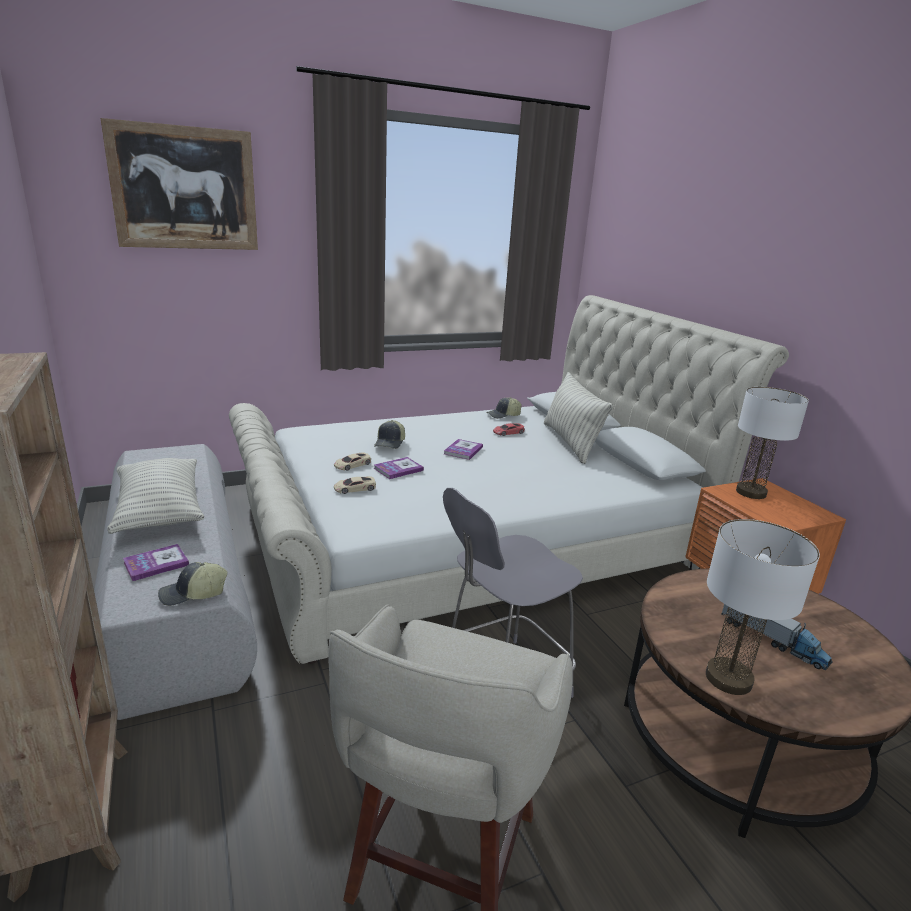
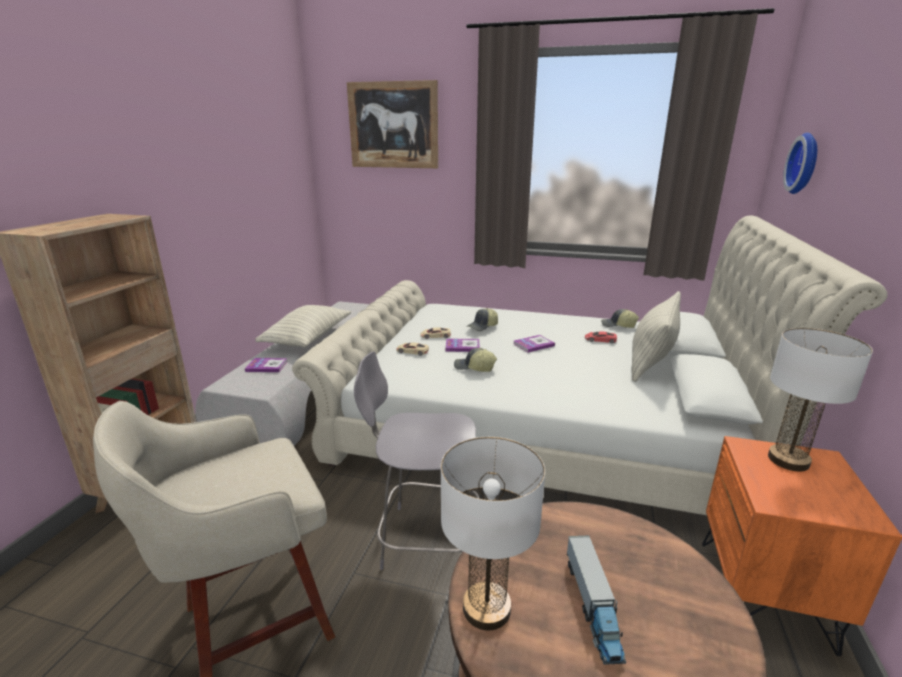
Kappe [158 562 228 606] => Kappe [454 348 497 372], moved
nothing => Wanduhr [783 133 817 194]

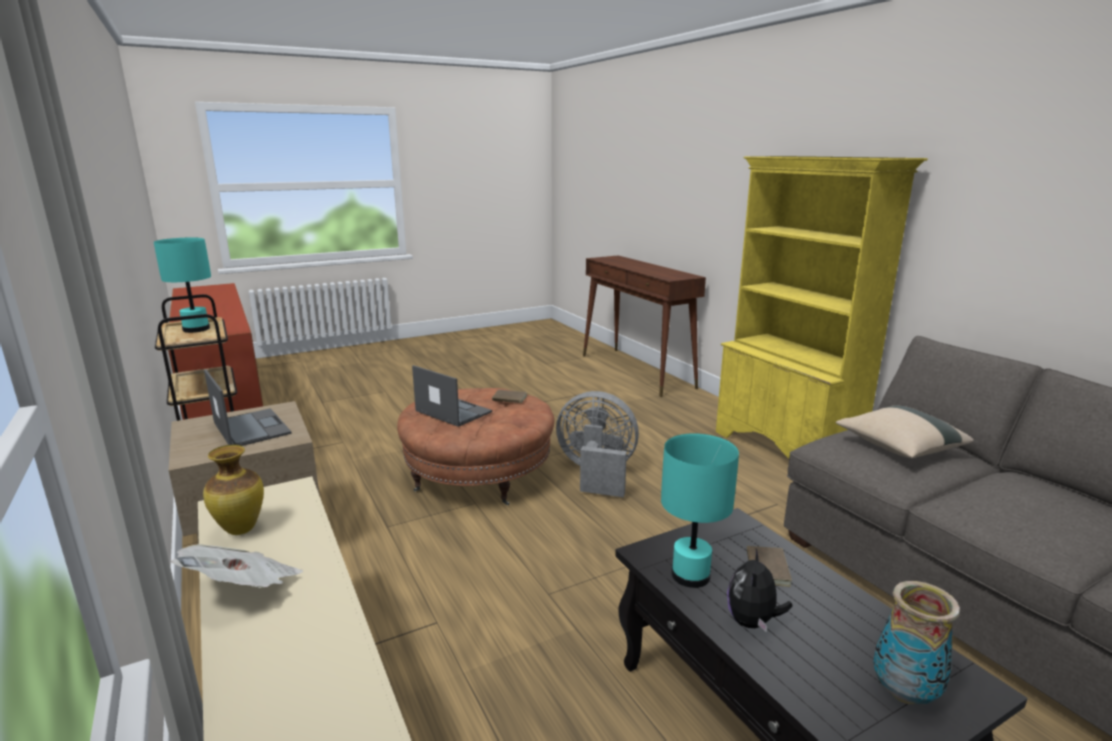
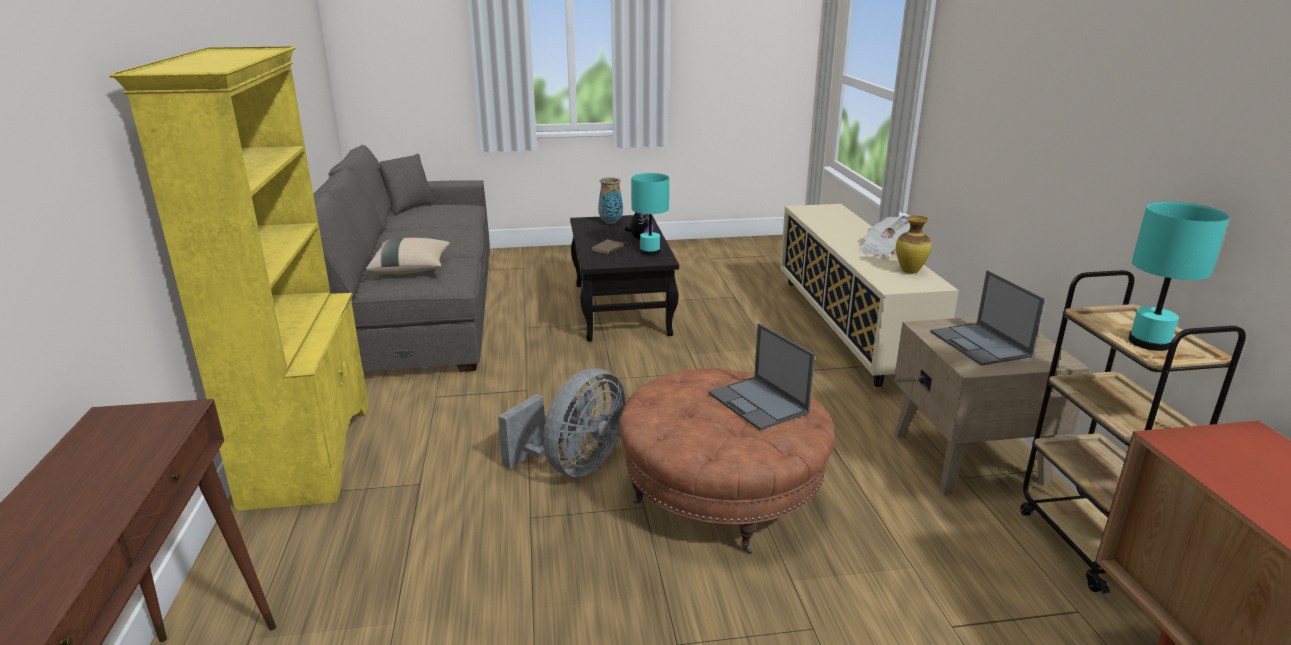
Buch [braun] [492 390 527 403] => nothing
Ventilator [grau] [556 391 639 497] => Ventilator [grau] [498 368 626 477], 90 degrees counterclockwise

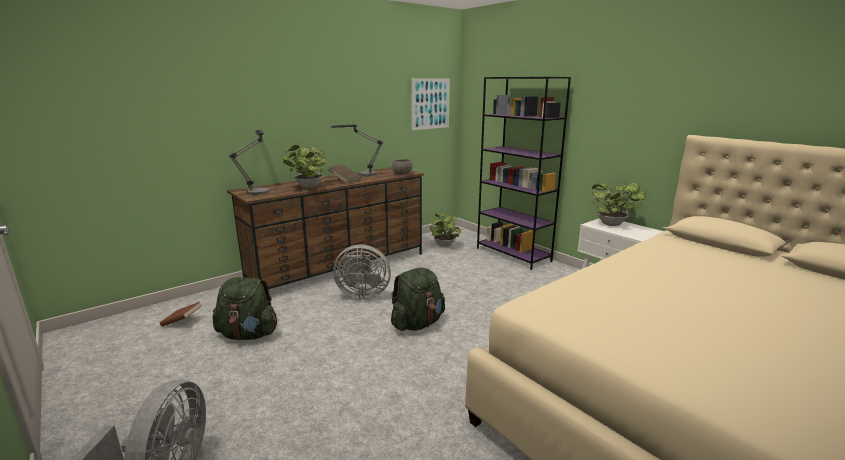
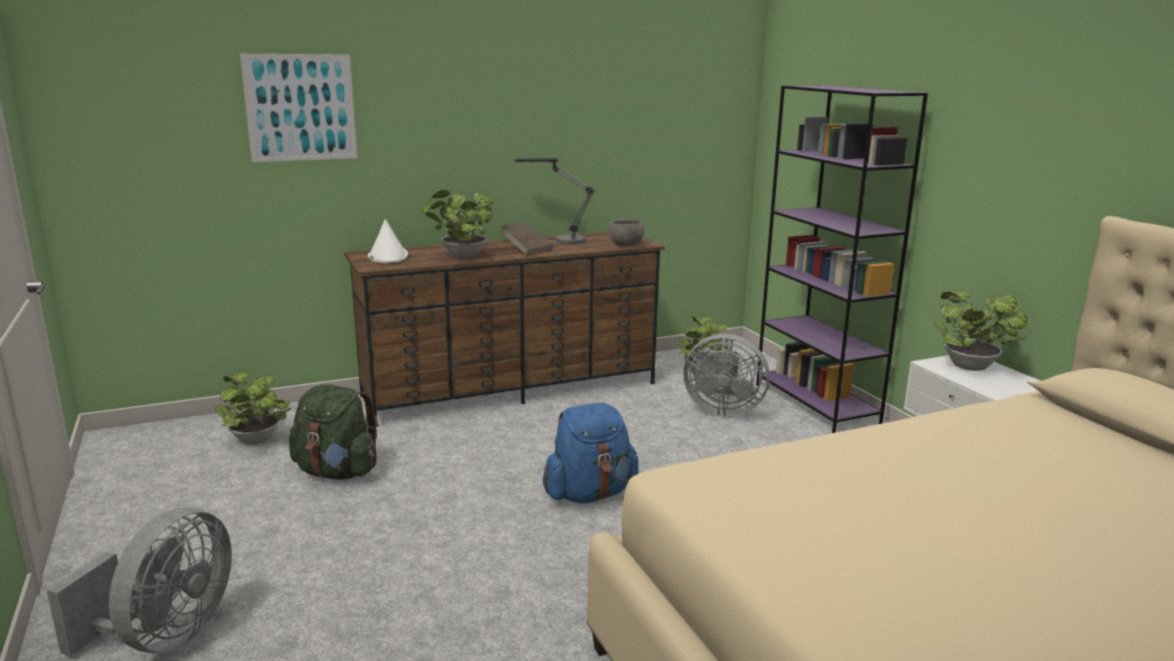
Bild [411 78 450 130] => Bild [240 54 357 162], moved
Tischlampe [229 130 269 195] => Hut [weiß] [368 219 408 263]
Ventilator [grau] [333 245 391 300] => Ventilator [grau] [683 334 770 417], moved
Rucksack [grün] [391 267 445 331] => Rucksack [blau] [543 403 639 503]
Buch [braun] [160 302 202 327] => Topfpflanze [215 371 291 444]

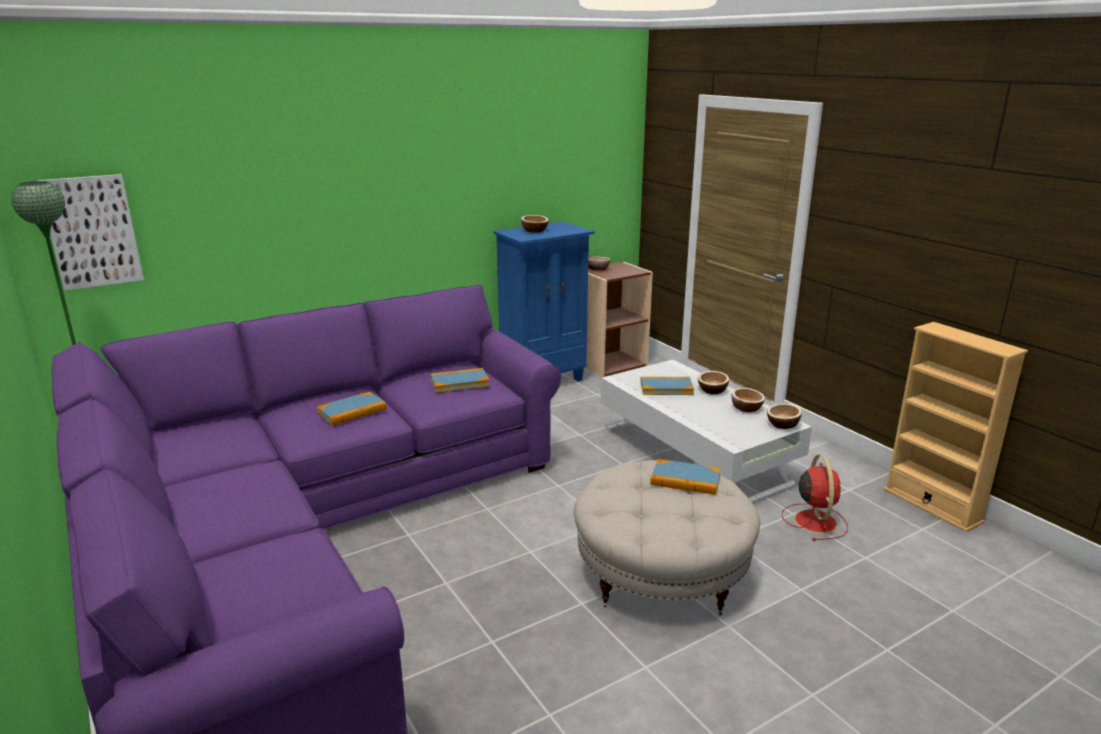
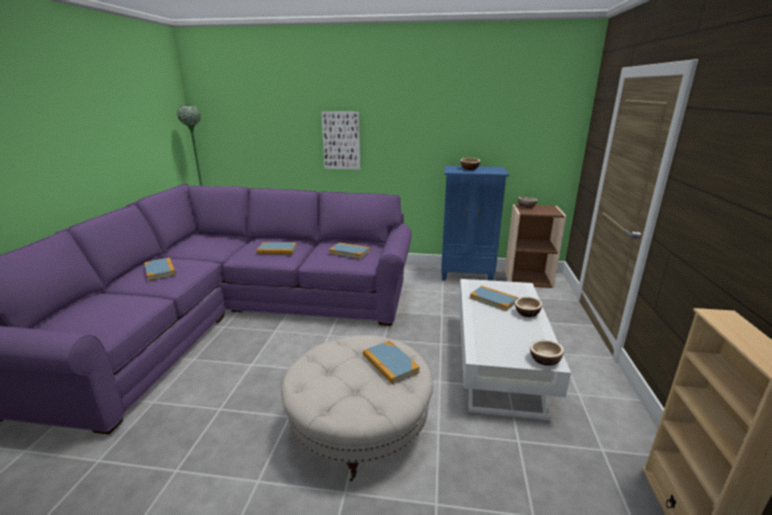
Bild [37 174 144 291] => Bild [321 111 360 170], moved
Schüssel [731 388 765 412] => nothing
Ventilator [rot] [782 455 848 541] => nothing
nothing => Buch [144 258 176 281]

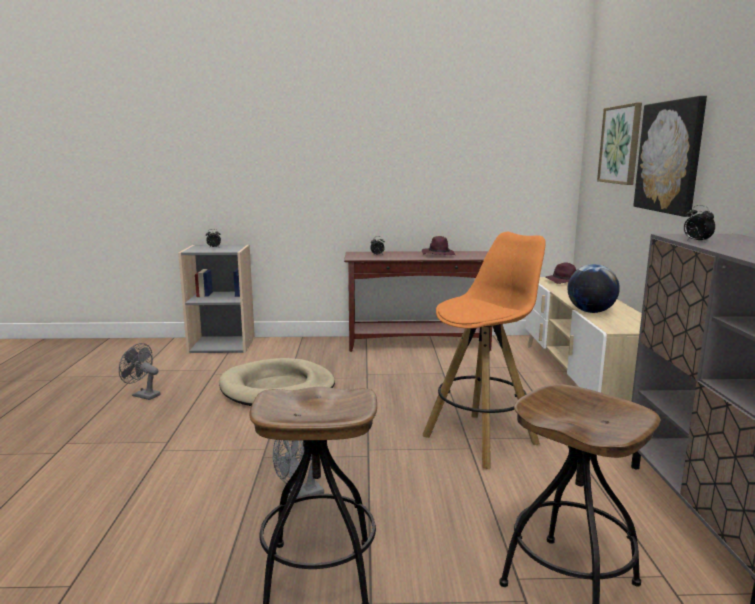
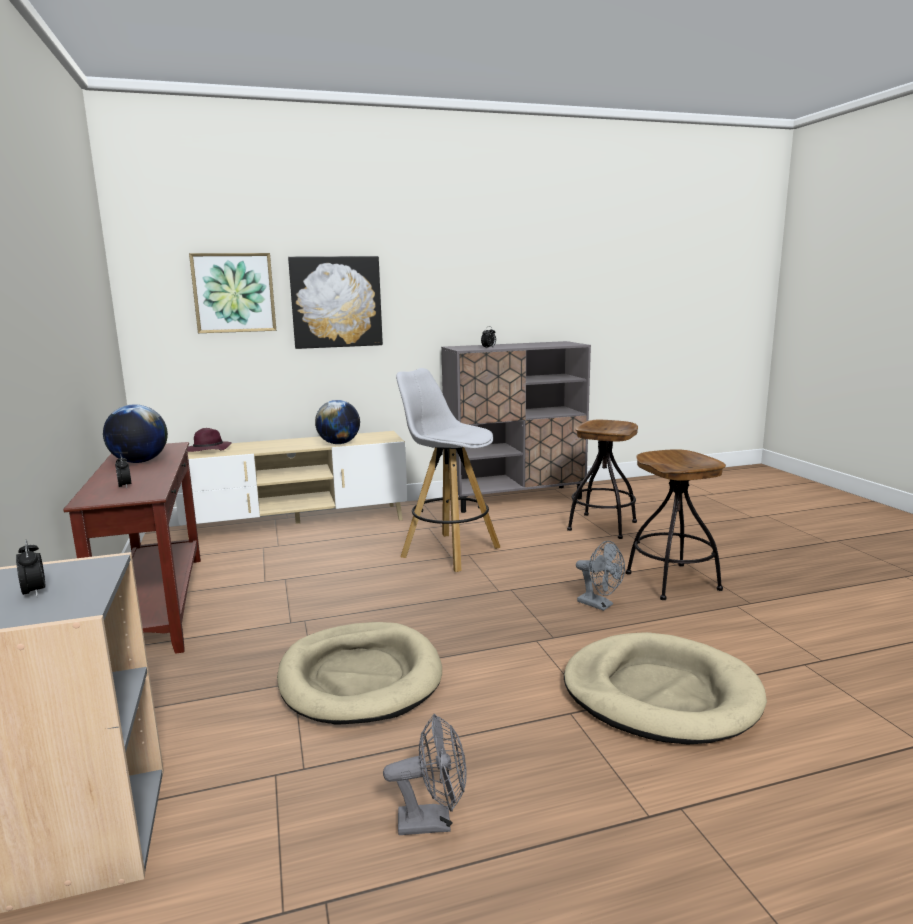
Hocker [orange] [422 232 546 469] => Hocker [weiß] [396 368 500 572]
Hut [lila] [422 236 455 255] => Globus [103 404 168 463]
Ventilator [grau] [119 343 161 400] => Ventilator [grau] [383 714 466 835], 105 degrees counterclockwise
nothing => Hundebett [beige] [564 632 767 744]

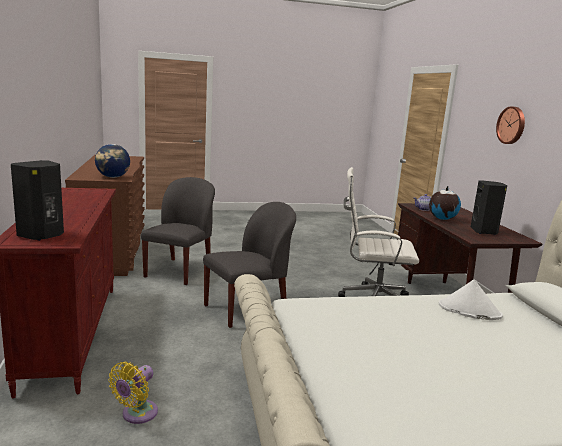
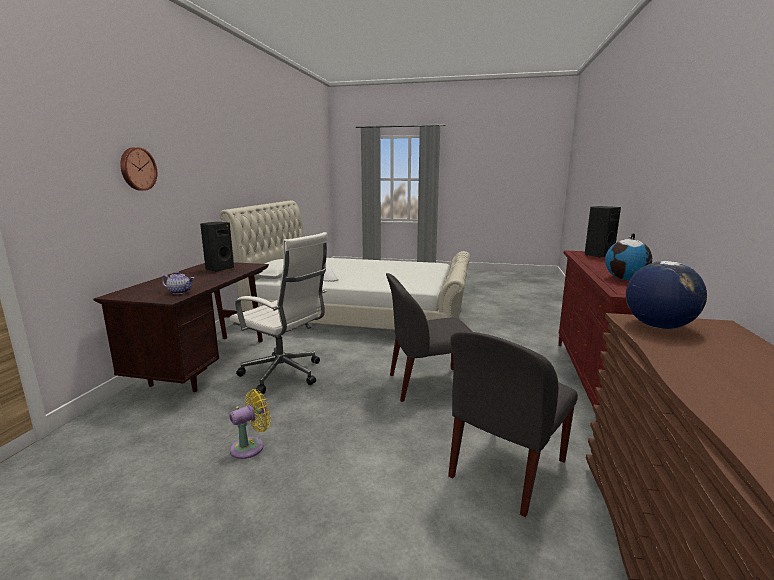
Globus [429 186 461 220] => Globus [605 233 652 280], moved
Ventilator [gelb] [108 362 158 424] => Ventilator [gelb] [230 389 271 459], moved

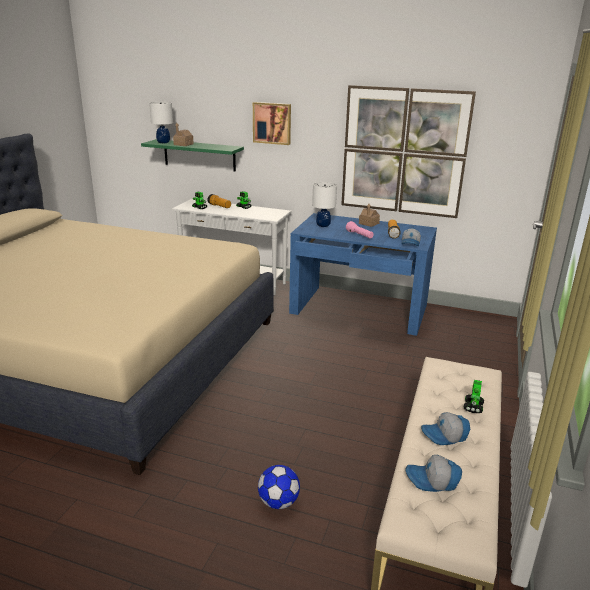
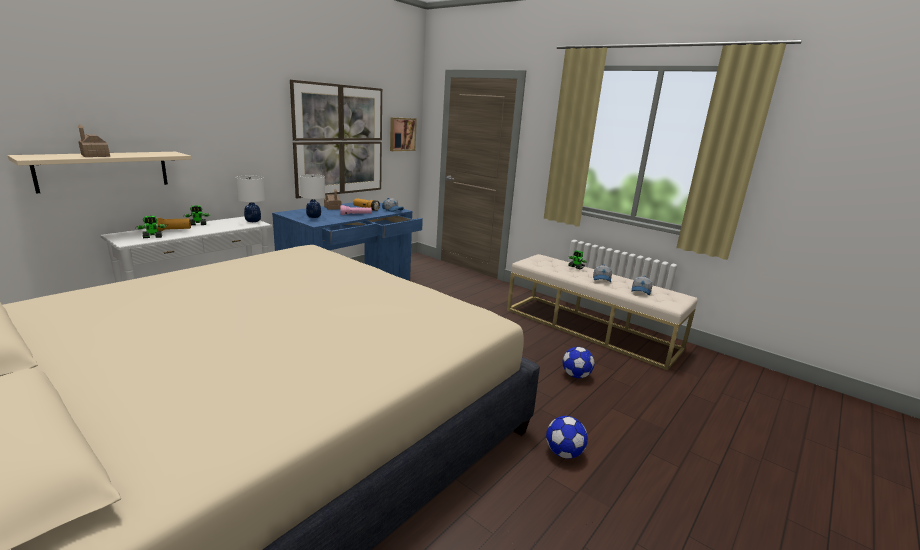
Tischlampe [weiß] [149 102 173 143] => Tischlampe [weiß] [236 176 265 222], moved
Bild [253 102 291 145] => Bild [390 117 417 151], moved
Wandregal [grün] [141 139 244 172] => Wandregal [beige] [8 152 191 193]
nothing => Fußball [546 416 588 459]

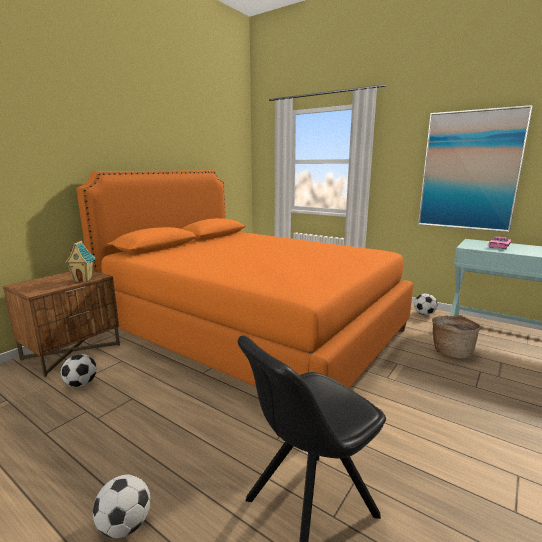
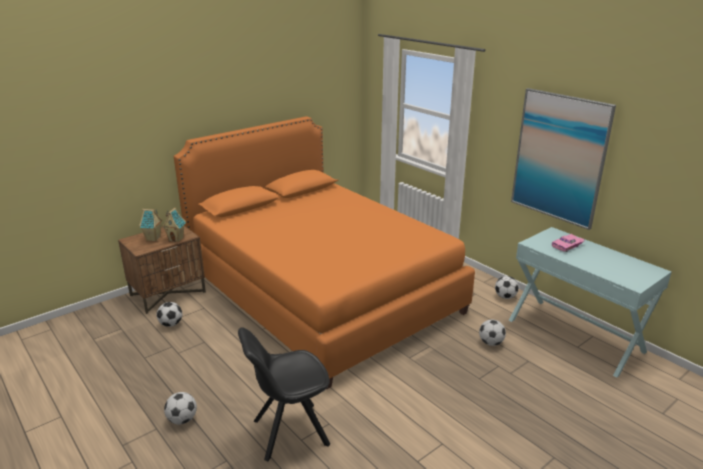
Korb [432 315 481 359] => Fußball [479 319 506 346]
nothing => Spielzeughaus [139 209 163 241]

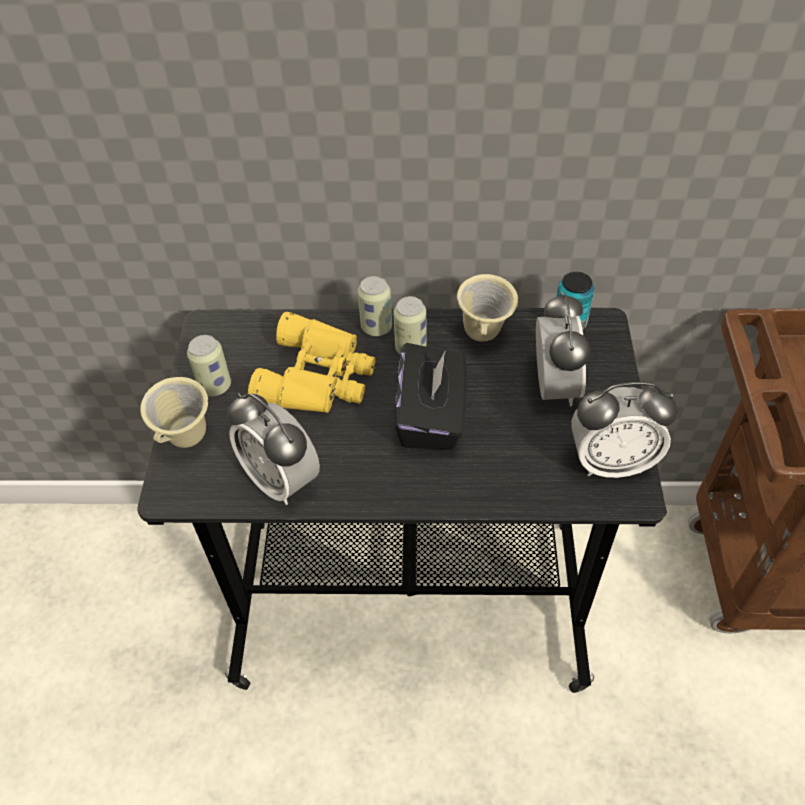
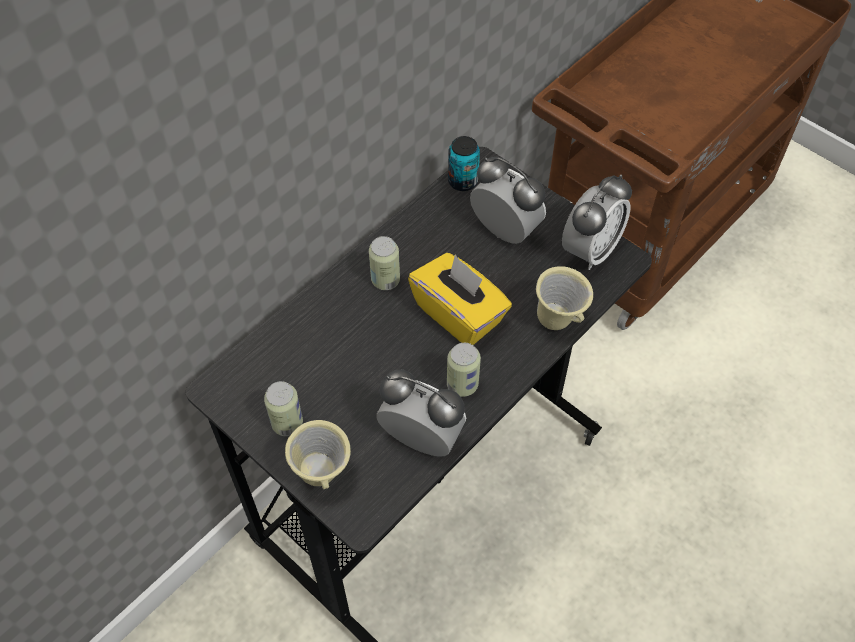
Henkelbecher [beige] [457 274 518 342] => Henkelbecher [beige] [536 266 593 330], moved
Dose [358 276 392 336] => Dose [447 343 481 397], moved
Fernglas [gelb] [248 312 376 413] => nothing
Taschentuchbox [schwarz] [395 343 467 450] => Taschentuchbox [gelb] [408 253 512 345]
Wecker [227 393 320 505] => Wecker [376 369 466 457], 150 degrees counterclockwise

